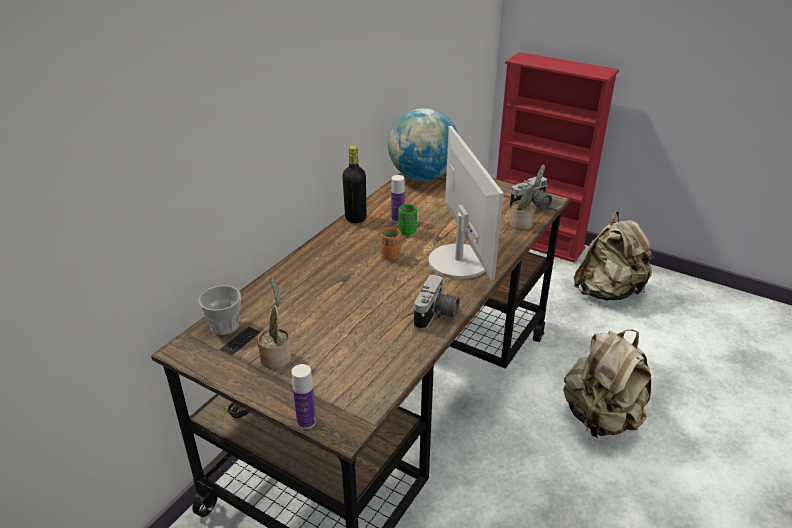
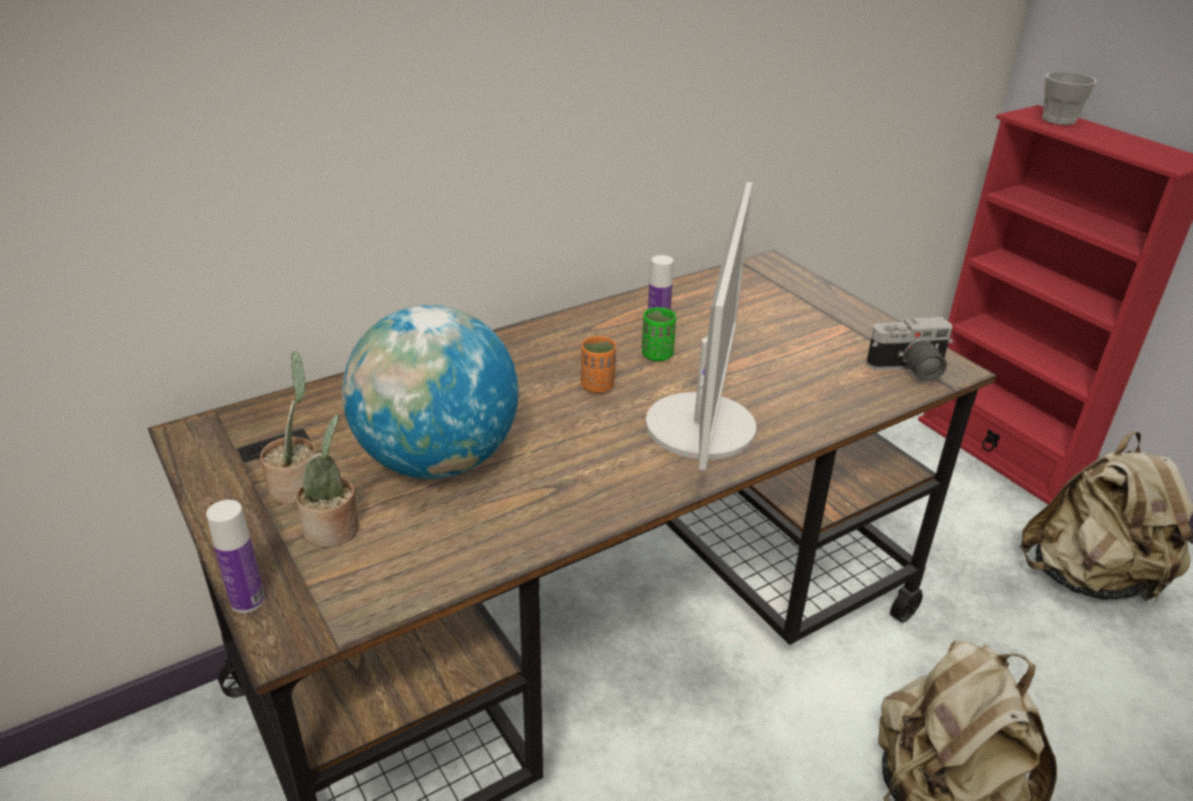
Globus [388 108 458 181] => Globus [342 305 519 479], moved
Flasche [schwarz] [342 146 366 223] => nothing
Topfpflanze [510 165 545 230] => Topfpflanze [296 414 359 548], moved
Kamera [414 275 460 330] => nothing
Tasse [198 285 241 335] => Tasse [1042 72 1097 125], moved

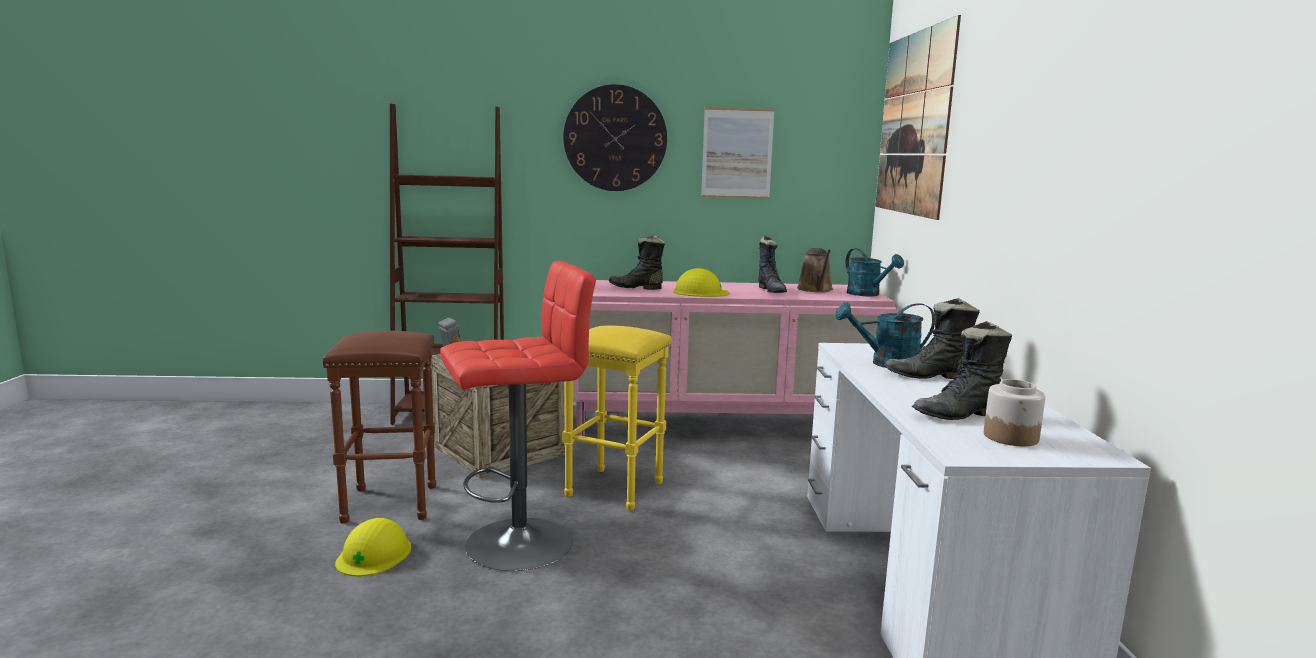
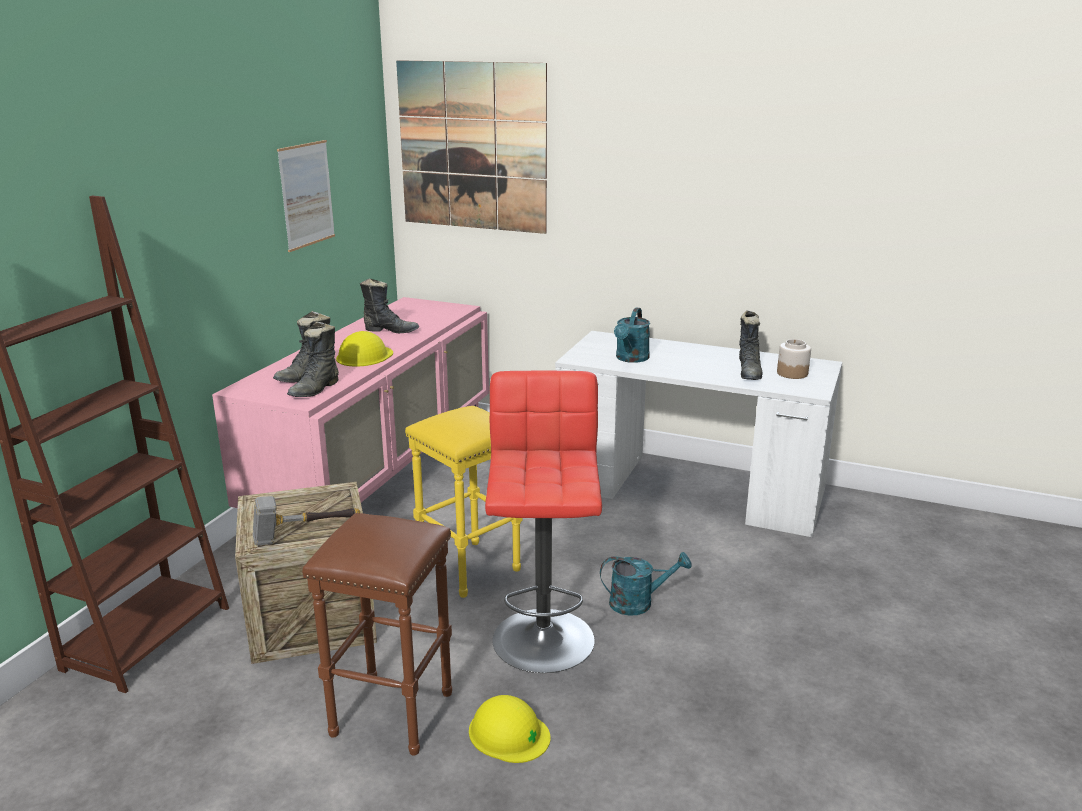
Wanduhr [563 84 667 191] => nothing
Gießkanne [braun] [797 248 833 292] => nothing
Gießkanne [türkis] [846 248 904 296] => Gießkanne [türkis] [600 552 692 616], moved
Stiefel [schwarz] [884 298 980 379] => Stiefel [schwarz] [287 322 339 397], moved

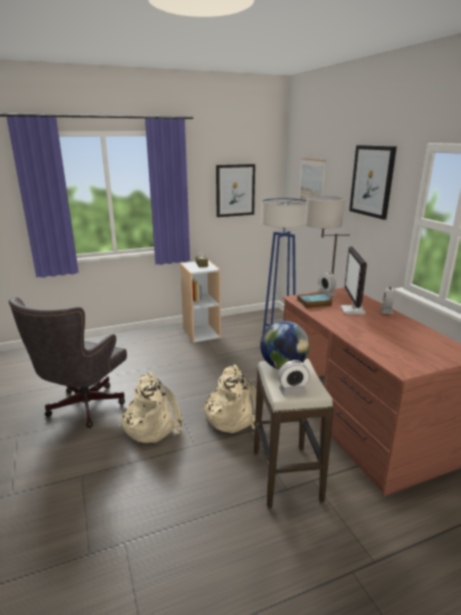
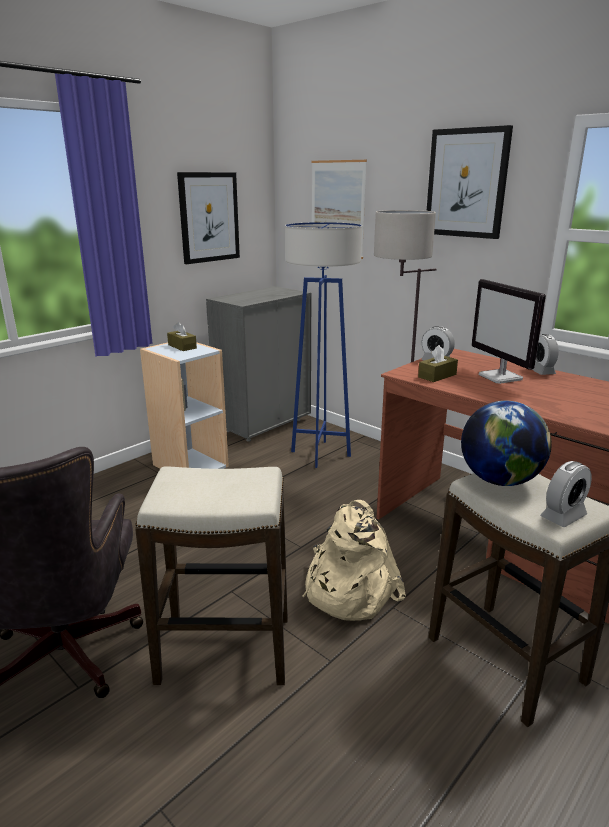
Buch [297 293 333 308] => Taschentuchbox [braun] [418 345 458 382]
Rucksack [beige] [119 372 183 443] => Hocker [135 466 288 685]
nothing => Schrank [grau] [206 286 311 442]

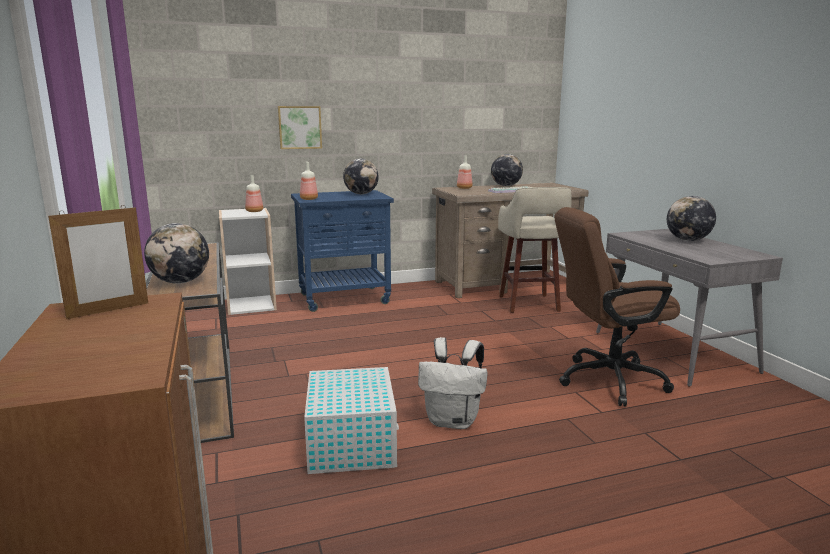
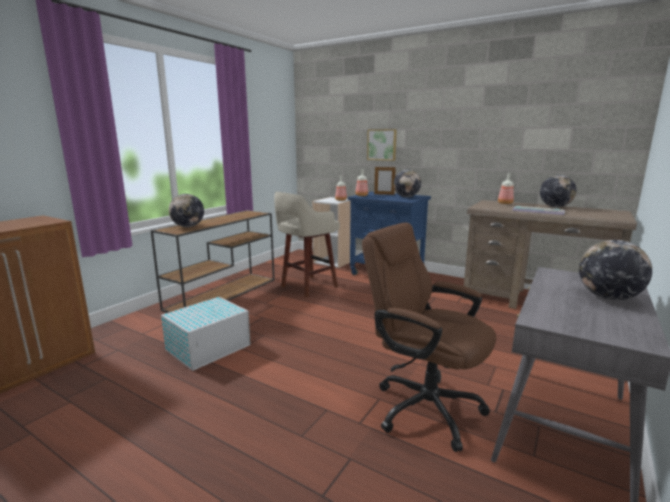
Hocker [beige] [498 187 571 313] => Hocker [beige] [274 192 340 298], moved
Bilderrahmen [48 205 148 319] => Bilderrahmen [374 167 396 195], moved
Rucksack [weiß] [418 337 488 429] => nothing

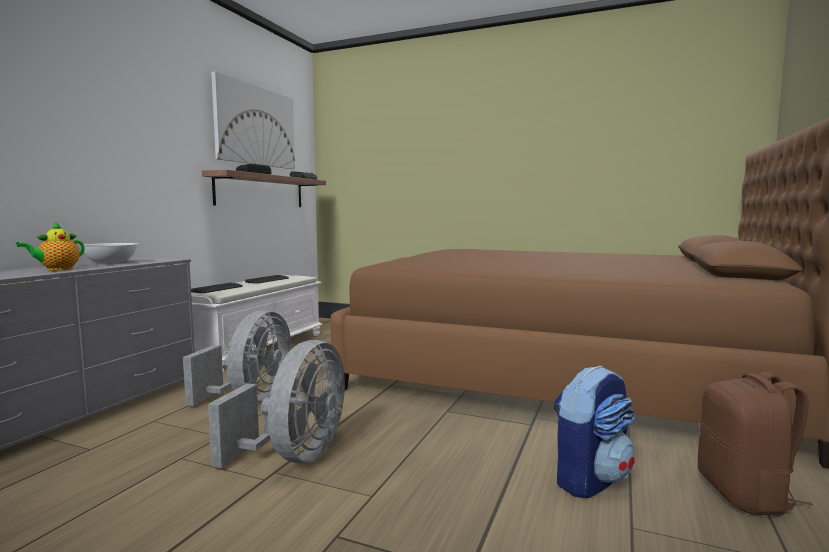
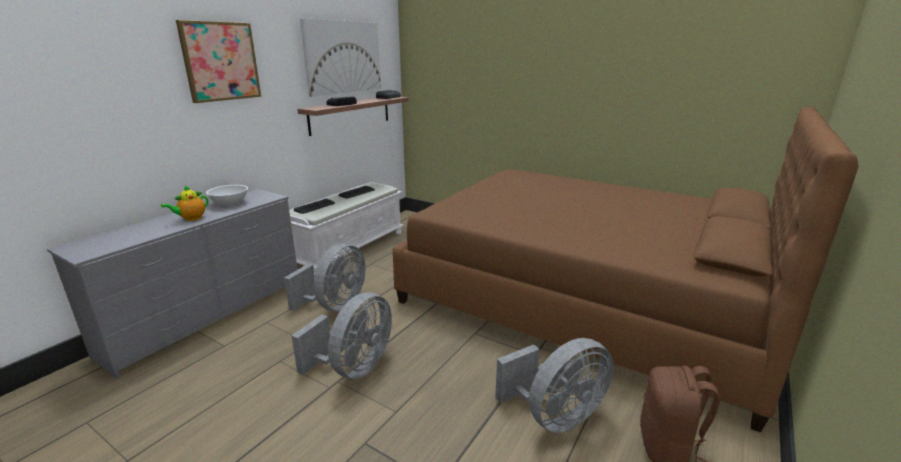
Rucksack [554 366 635 498] => Ventilator [grau] [495 338 614 433]
nothing => Bild [176 20 261 103]

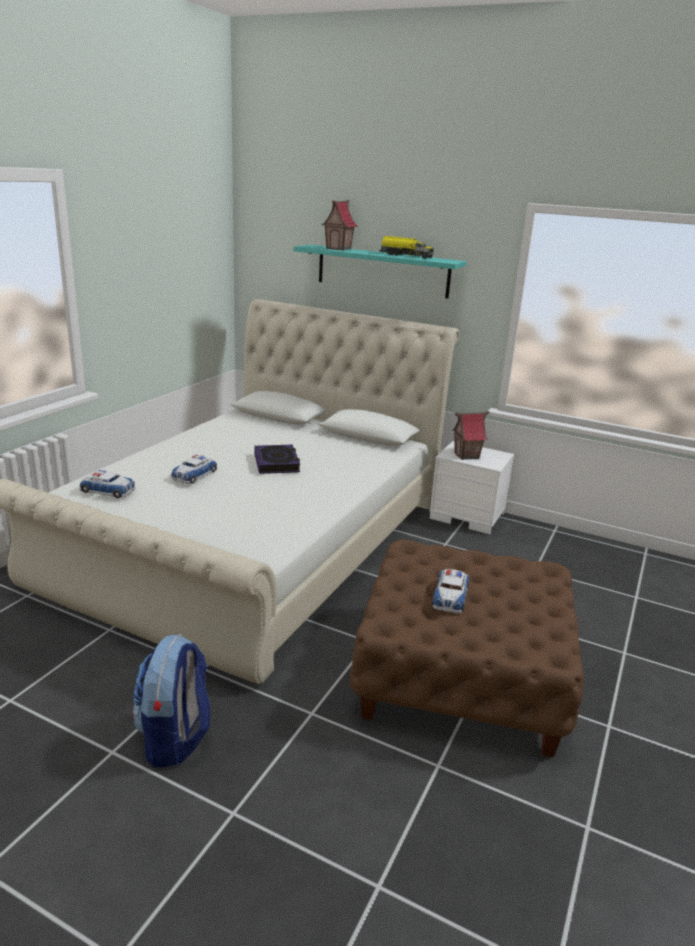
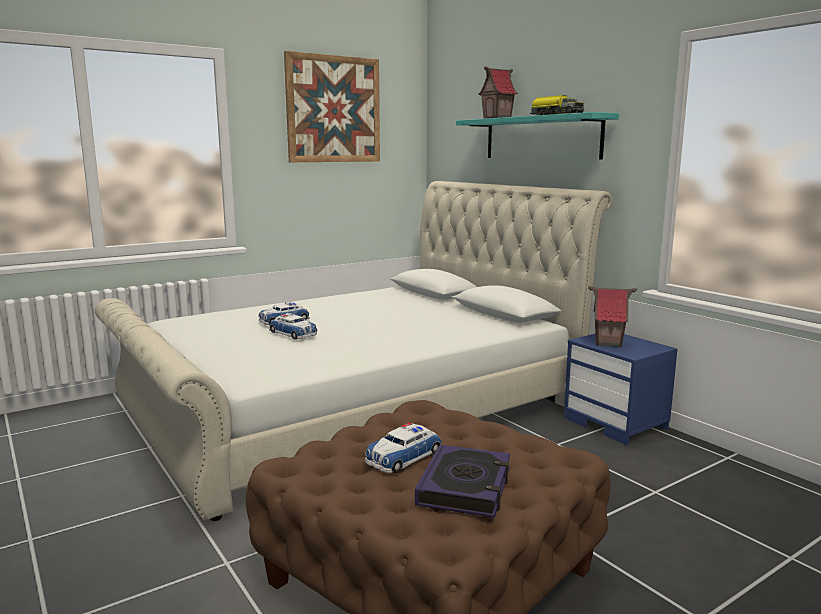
Nachttisch [weiß] [429 441 514 534] => Nachttisch [blau] [564 334 678 446]
Buch [254 445 300 474] => Buch [415 445 510 518], moved
Spielzeugauto [79 470 135 498] => Spielzeugauto [269 313 317 340], moved
Rucksack [133 634 210 767] => nothing
nothing => Bild [284 51 380 162]

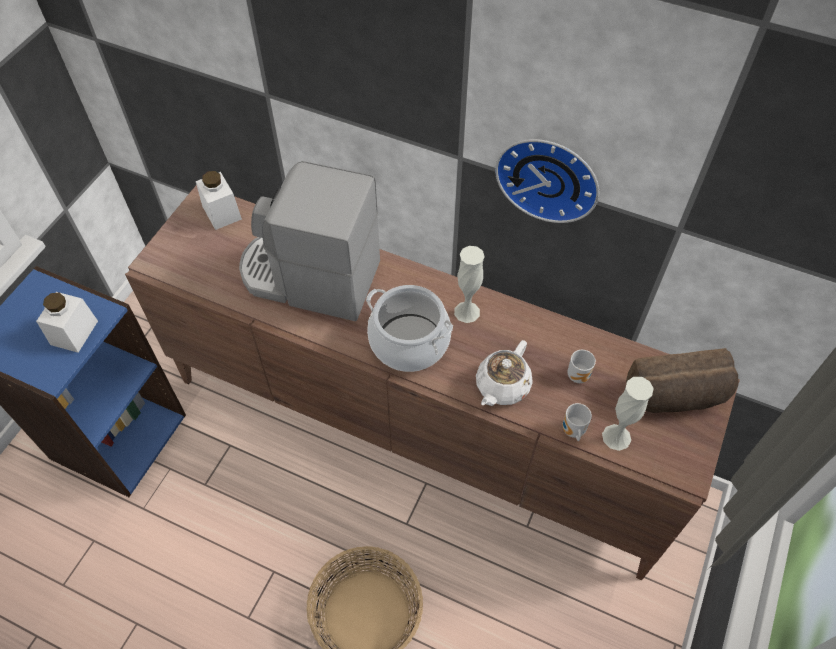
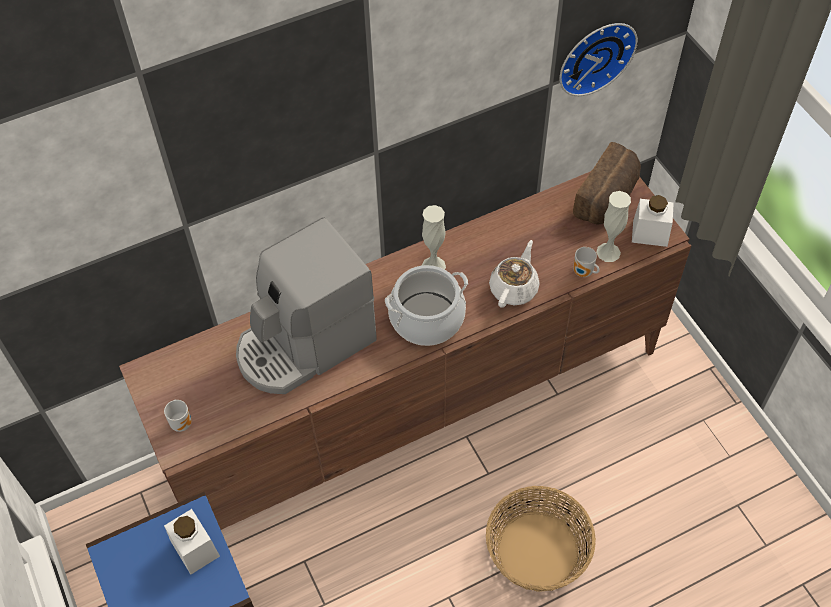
Wanduhr [495 139 599 223] => Wanduhr [559 23 638 96], moved
Vorratsglas [weiß] [196 171 242 230] => Vorratsglas [weiß] [632 195 674 247], moved
Teekanne [weiß] [476 340 533 406] => Teekanne [weiß] [489 240 540 308], 135 degrees counterclockwise
Henkelbecher [567 350 596 383] => Henkelbecher [164 399 192 432], moved

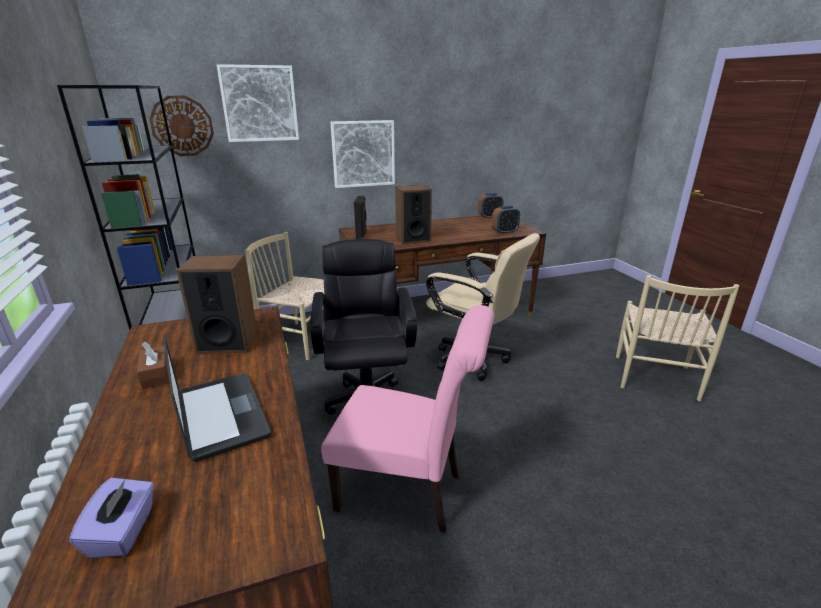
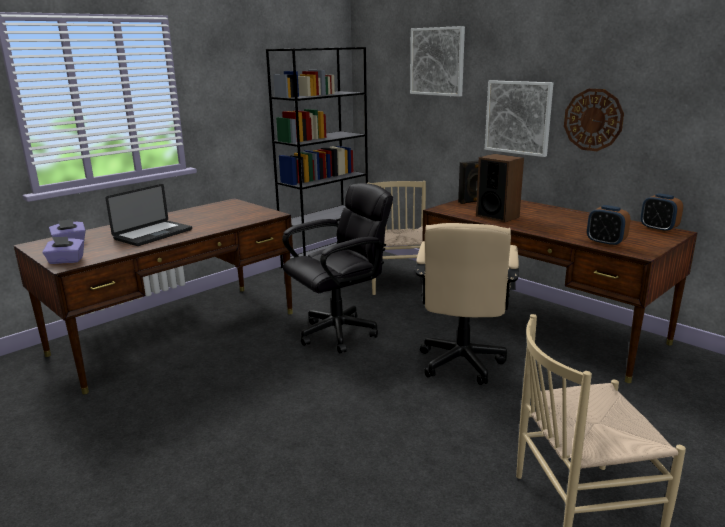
Wanduhr [149 96 214 156] => Wanduhr [564 89 624 151], moved
Lautsprecher [176 255 258 354] => nothing
Stuhl [rosa] [321 305 494 533] => nothing
Taschentuchbox [braun] [137 342 169 389] => nothing
nothing => Taschentuchbox [lila] [42 237 84 264]

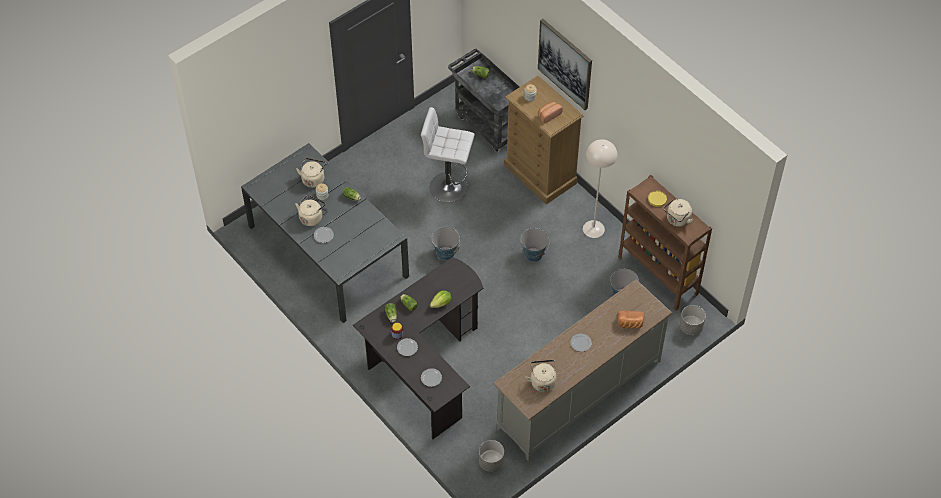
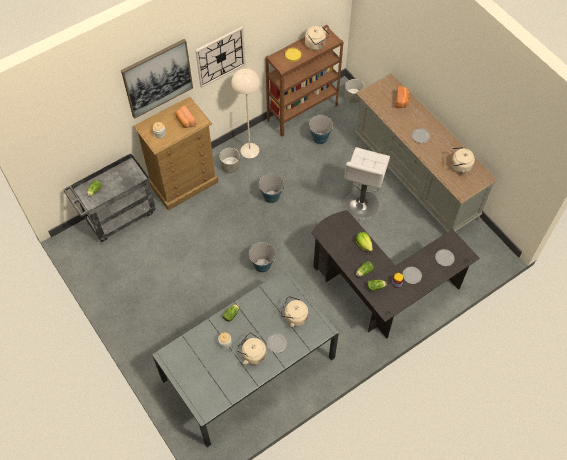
Hocker [weiß] [421 107 474 202] => Hocker [weiß] [344 147 390 219], moved
Wasserkessel [beige] [296 158 326 188] => Wasserkessel [beige] [281 296 309 327], moved
Pflanzkübel [grau] [479 440 504 472] => Pflanzkübel [grau] [220 148 241 173], moved
nothing => Wanduhr [195 27 245 88]

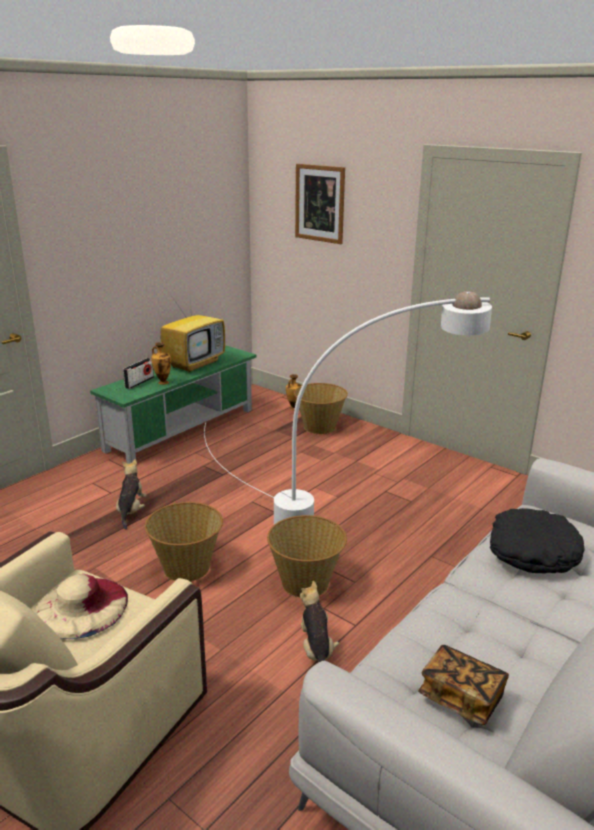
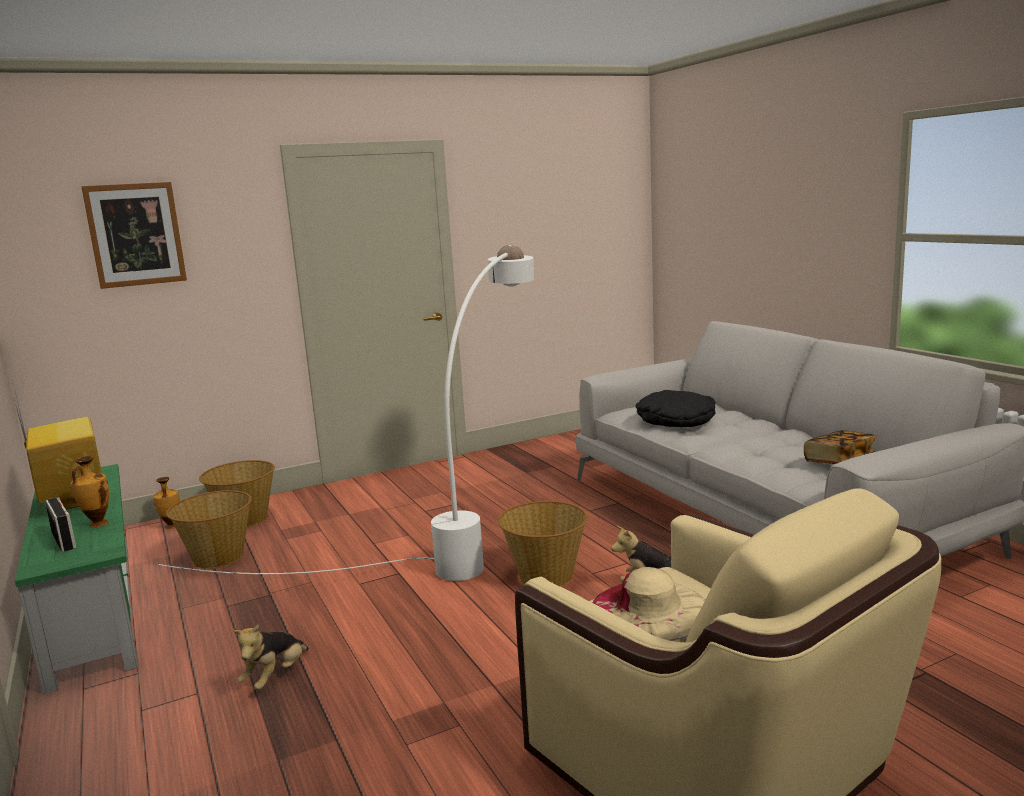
Plüschtier [116 459 146 530] => Plüschtier [233 625 309 690], 90 degrees counterclockwise
Korb [145 502 223 582] => Korb [166 490 252 569], moved

